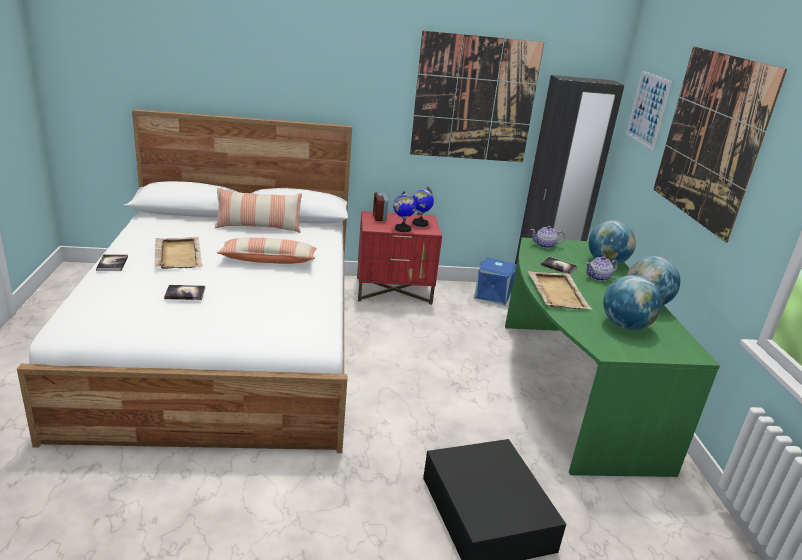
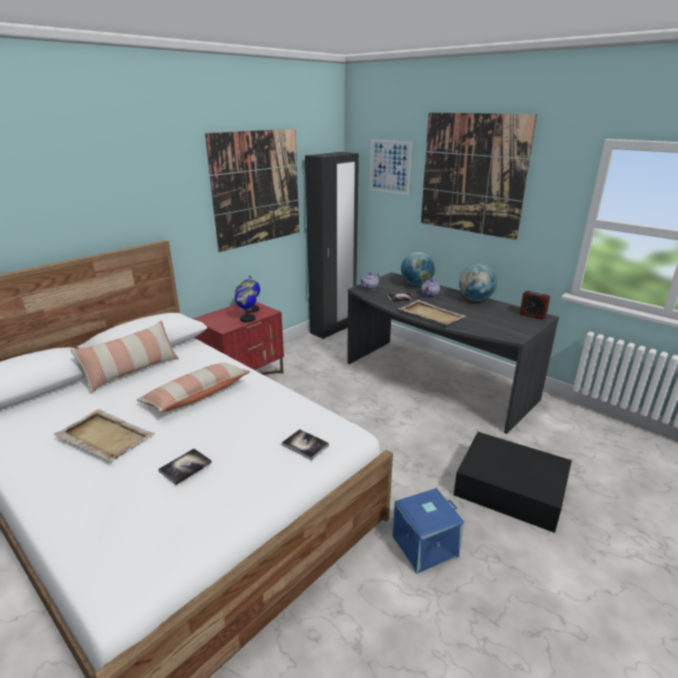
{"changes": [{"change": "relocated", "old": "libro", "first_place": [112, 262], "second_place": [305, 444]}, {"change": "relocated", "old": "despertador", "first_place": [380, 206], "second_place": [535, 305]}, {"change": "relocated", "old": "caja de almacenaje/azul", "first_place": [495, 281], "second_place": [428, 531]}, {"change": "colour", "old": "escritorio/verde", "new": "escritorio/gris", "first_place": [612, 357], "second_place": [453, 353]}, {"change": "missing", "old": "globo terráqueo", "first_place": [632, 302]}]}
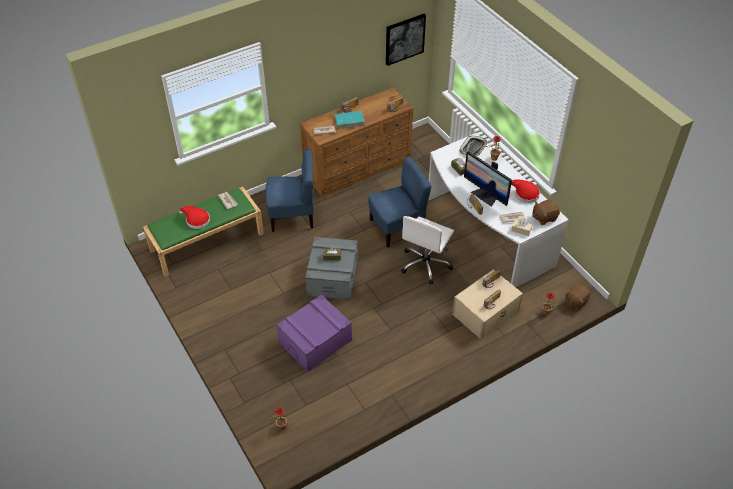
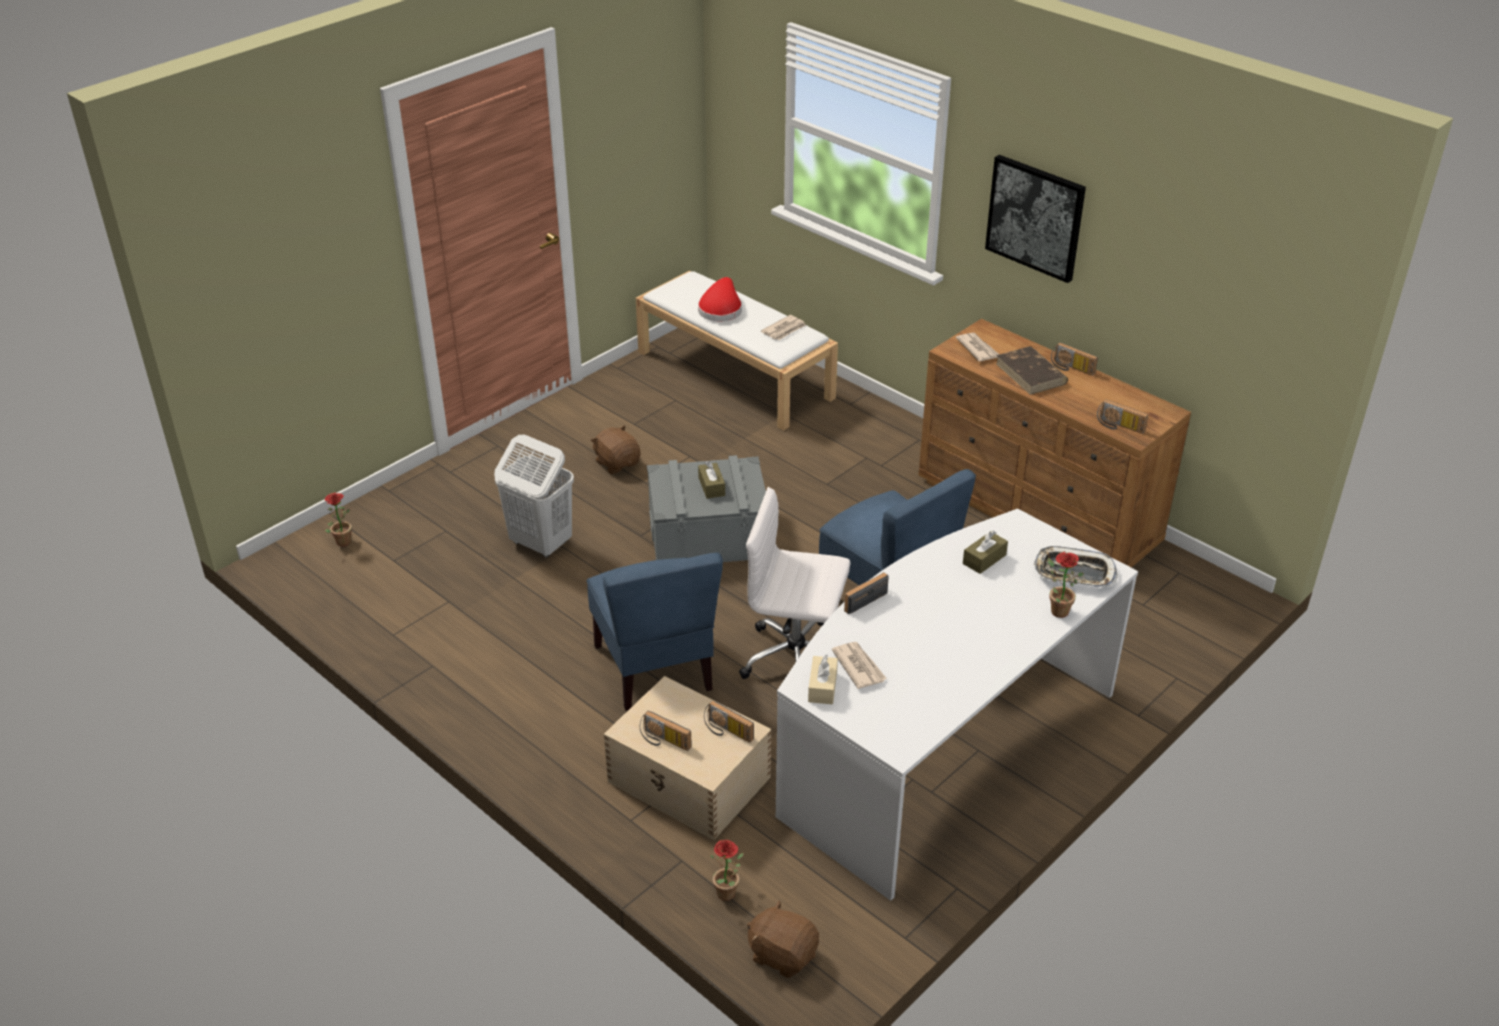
{"changes": [{"change": "colour", "old": "banco/verde", "new": "banco/blanco", "first_place": [203, 231], "second_place": [737, 351]}, {"change": "relocated", "old": "silla/azul", "first_place": [289, 190], "second_place": [654, 631]}, {"change": "exchanged", "old": "caja de almacenaje/morado", "new": "cesto de la ropa/blanco", "first_place": [314, 333], "second_place": [534, 496]}, {"change": "colour", "old": "libro/turquesa", "new": "libro/marrón", "first_place": [349, 120], "second_place": [1031, 370]}, {"change": "relocated", "old": "cuadro", "first_place": [406, 40], "second_place": [1035, 219]}, {"change": "missing", "old": "monitor", "first_place": [488, 179]}, {"change": "missing", "old": "sombrero/rojo", "first_place": [525, 191]}, {"change": "relocated", "old": "peluche/marrón", "first_place": [546, 212], "second_place": [616, 449]}]}
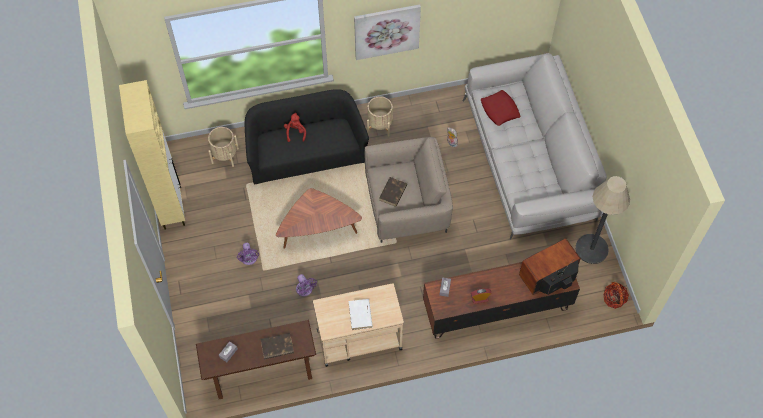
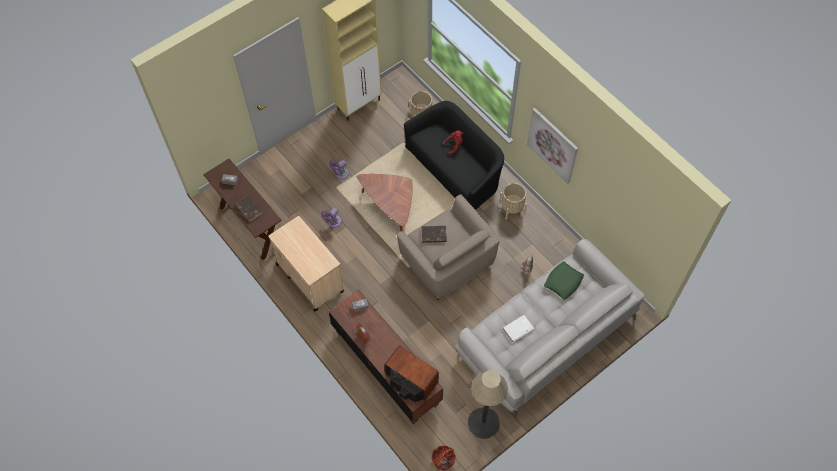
{"changes": [{"change": "relocated", "old": "libro/blanco", "first_place": [361, 314], "second_place": [519, 329]}, {"change": "colour", "old": "cojín/rojo", "new": "cojín/verde", "first_place": [501, 108], "second_place": [564, 280]}]}
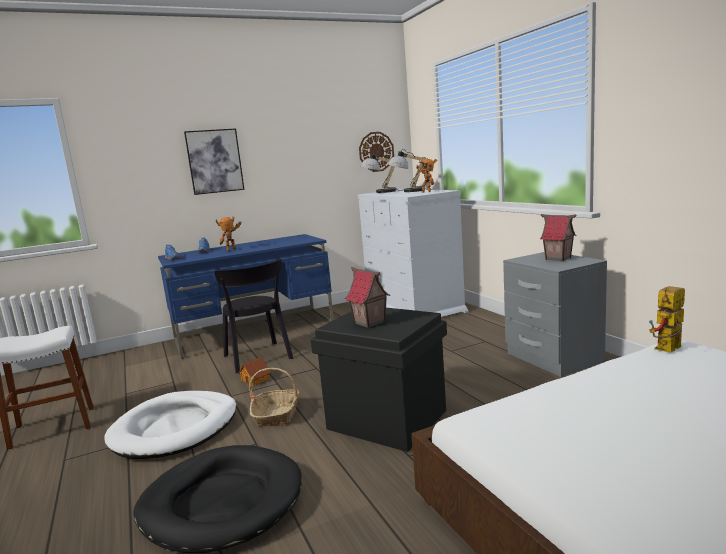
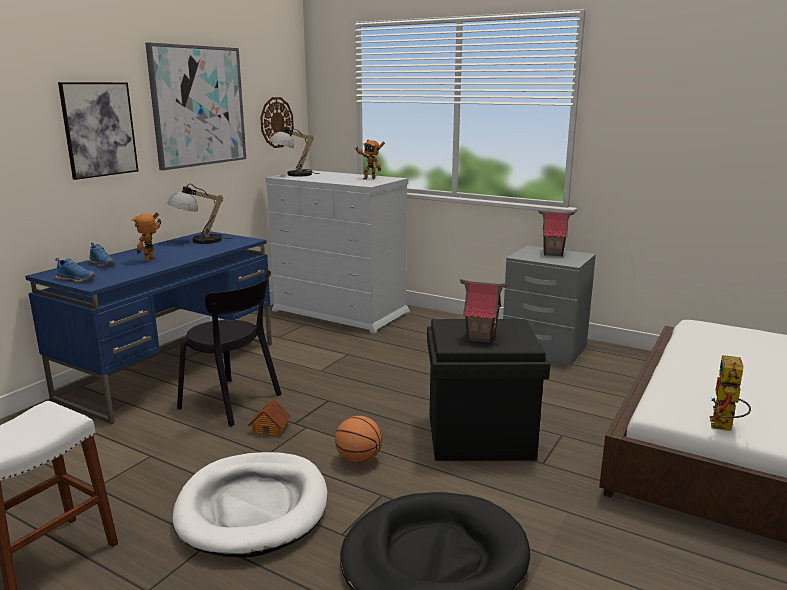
{"changes": [{"change": "exchanged", "old": "cesta", "new": "balón de baloncesto", "first_place": [274, 397], "second_place": [358, 439]}, {"change": "relocated", "old": "lámpara de mesa", "first_place": [410, 170], "second_place": [200, 214]}, {"change": "relocated", "old": "robot de juguete", "first_place": [667, 319], "second_place": [730, 393]}, {"change": "appeared", "new": "cuadro", "second_place": [195, 106]}]}
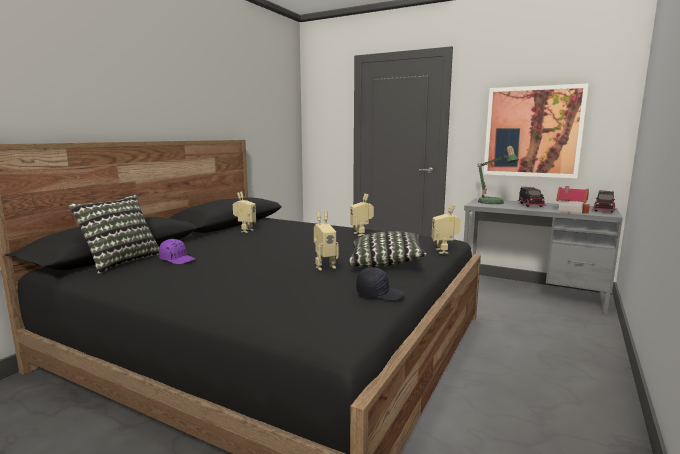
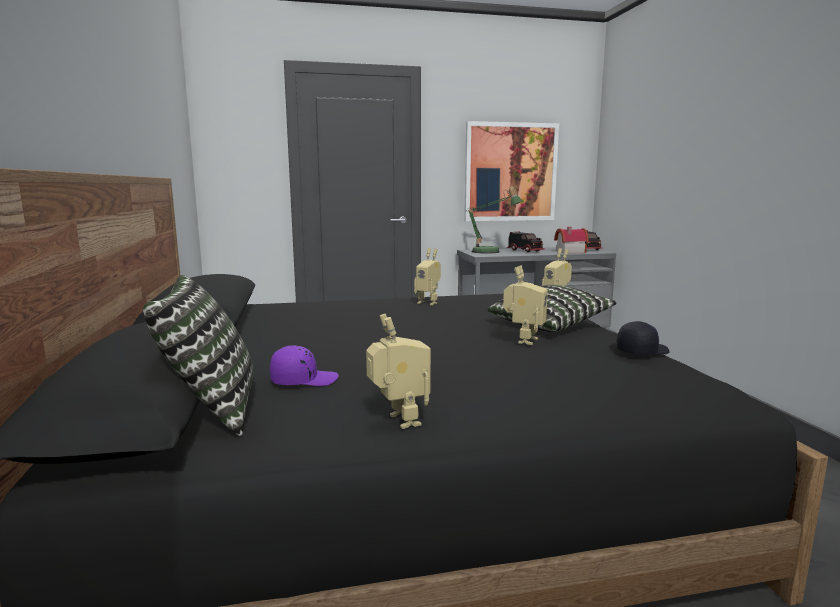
{"changes": [{"change": "relocated", "old": "robot de juguete", "first_place": [244, 212], "second_place": [398, 371]}]}
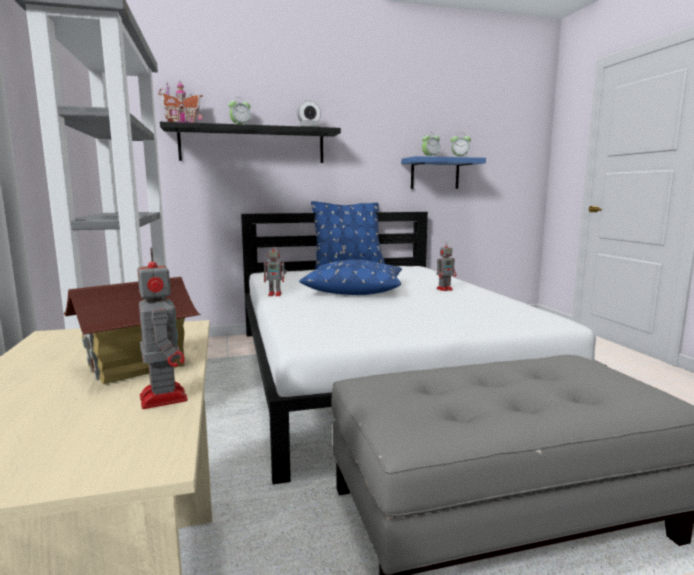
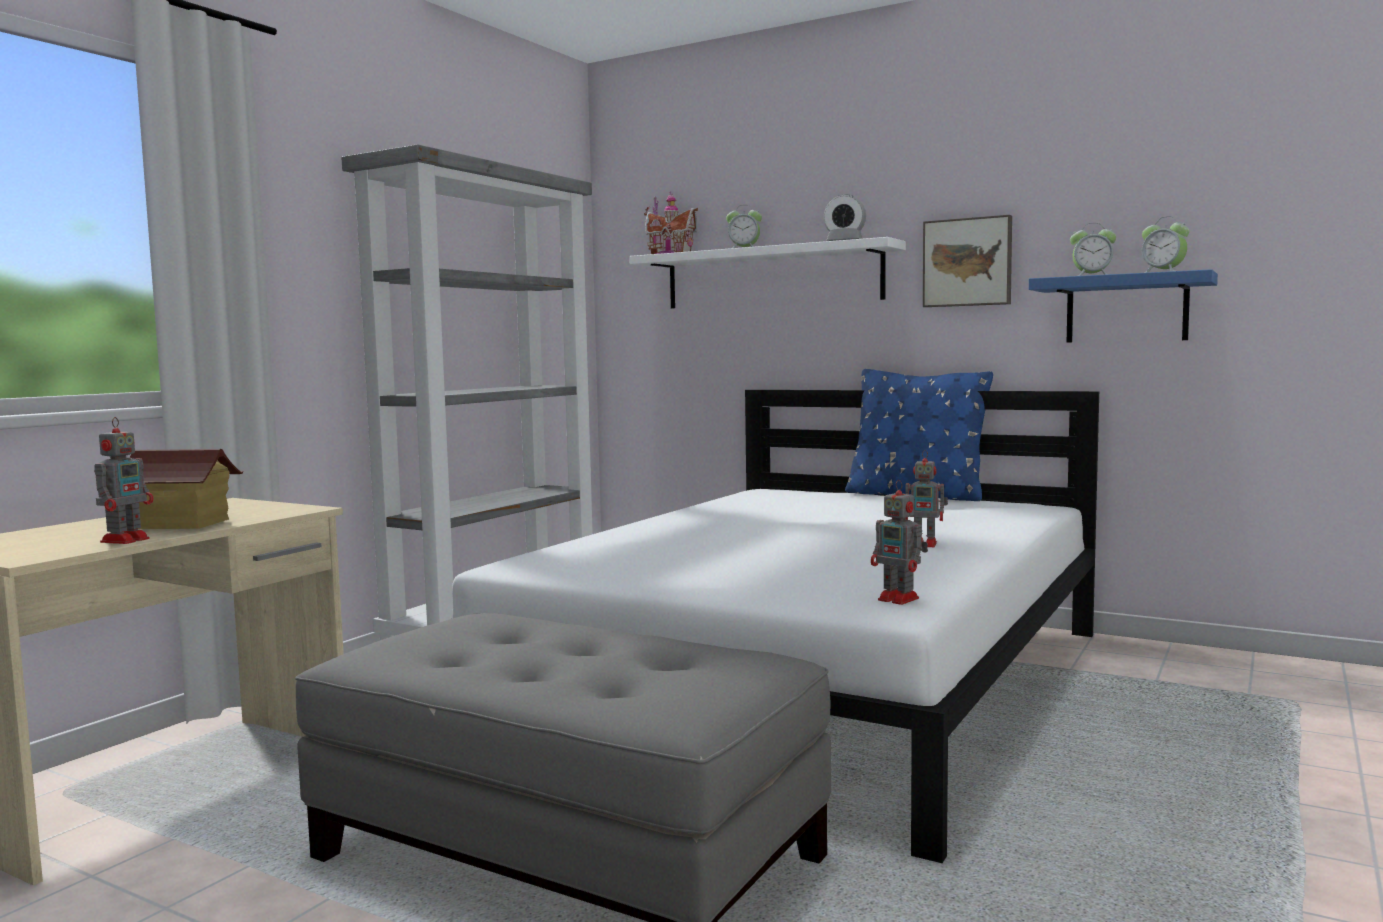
{"changes": [{"change": "colour", "old": "estante/negro", "new": "estante/blanco", "first_place": [250, 142], "second_place": [767, 272]}, {"change": "relocated", "old": "robot de juguete", "first_place": [275, 270], "second_place": [899, 542]}, {"change": "missing", "old": "cojín/azul", "first_place": [350, 277]}, {"change": "appeared", "new": "cuadro", "second_place": [967, 261]}]}
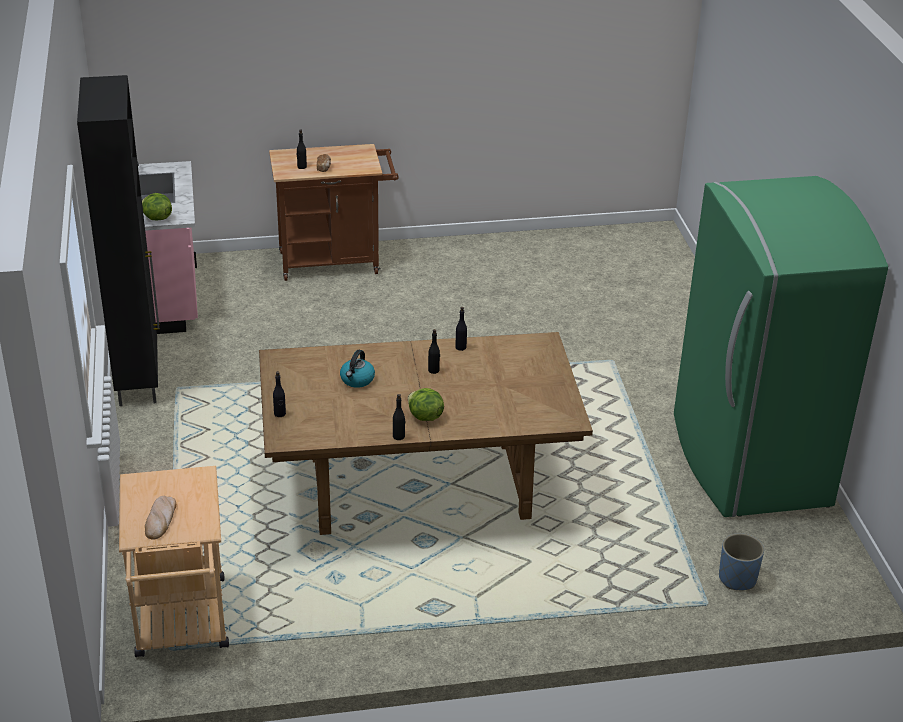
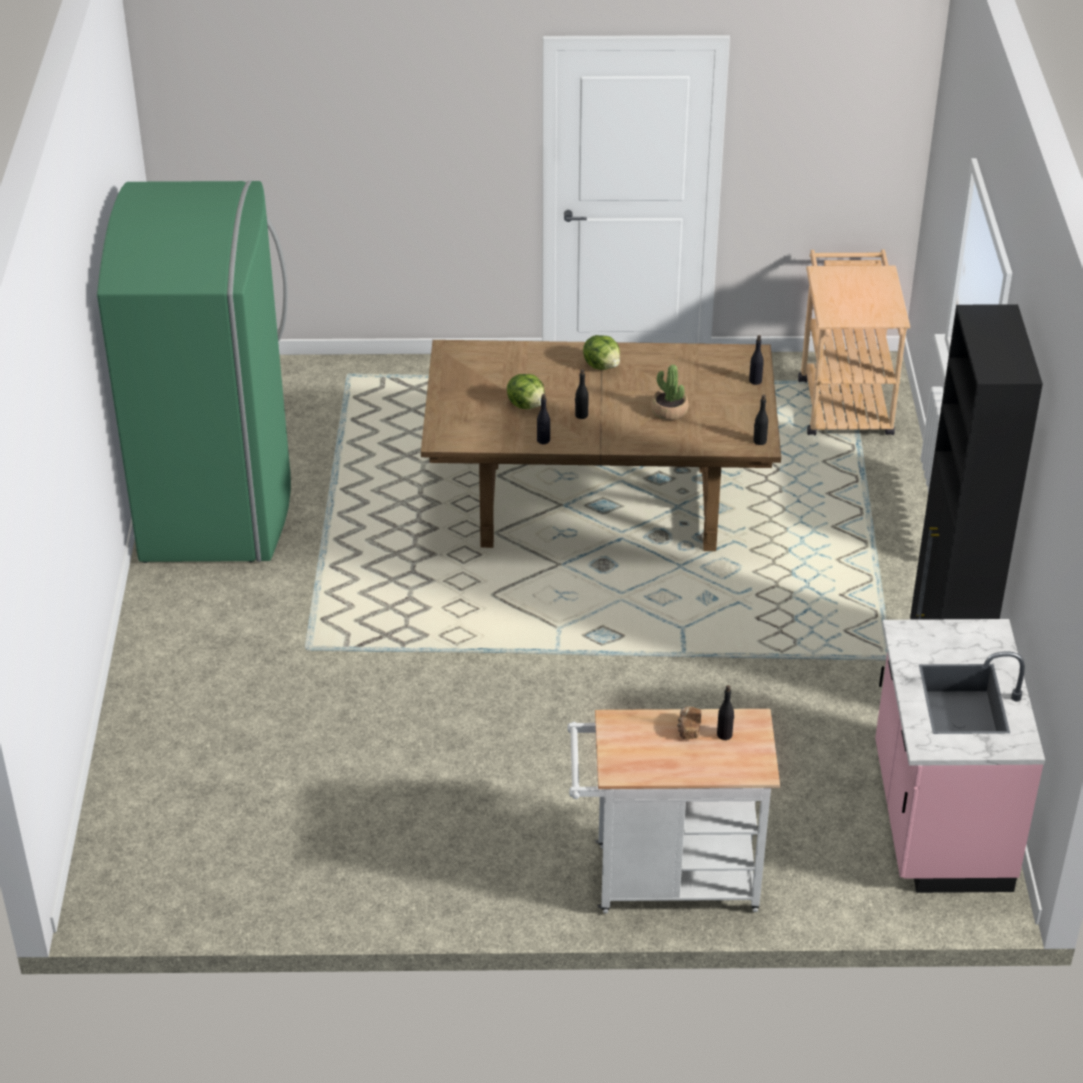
{"changes": [{"change": "relocated", "old": "lechuga", "first_place": [157, 206], "second_place": [526, 391]}, {"change": "missing", "old": "pan", "first_place": [160, 518]}, {"change": "colour", "old": "carrito/marrón", "new": "carrito/blanco", "first_place": [334, 212], "second_place": [673, 811]}, {"change": "exchanged", "old": "hervidor", "new": "planta en maceta", "first_place": [357, 369], "second_place": [670, 392]}, {"change": "relocated", "old": "botella/negro", "first_place": [399, 417], "second_place": [760, 420]}, {"change": "missing", "old": "maceta/azul", "first_place": [741, 561]}]}
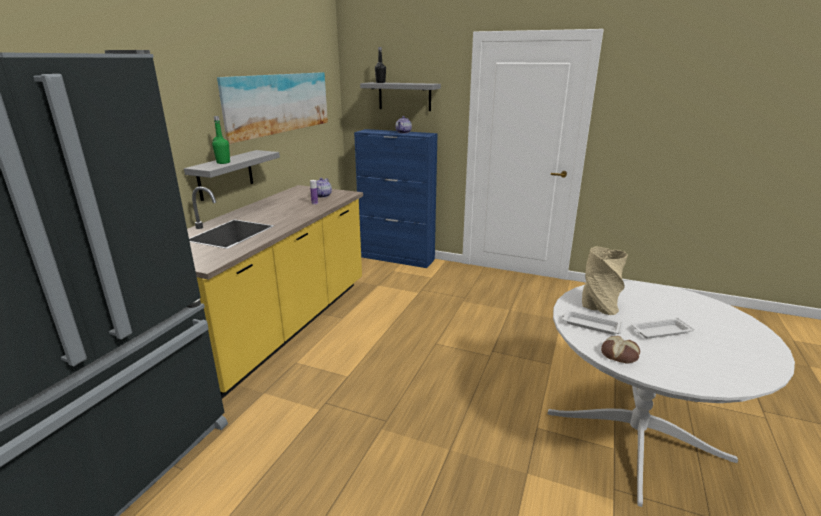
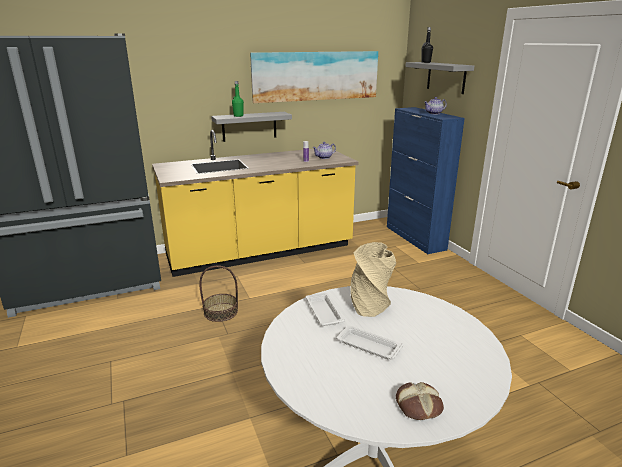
{"changes": [{"change": "relocated", "old": "pan", "first_place": [620, 350], "second_place": [420, 401]}, {"change": "appeared", "new": "cesta", "second_place": [218, 294]}]}
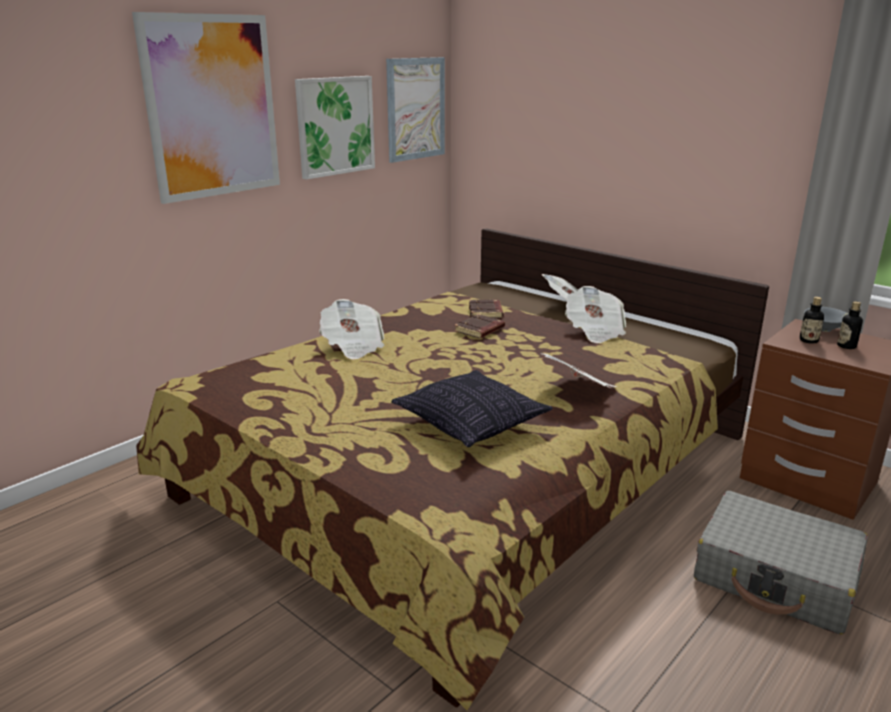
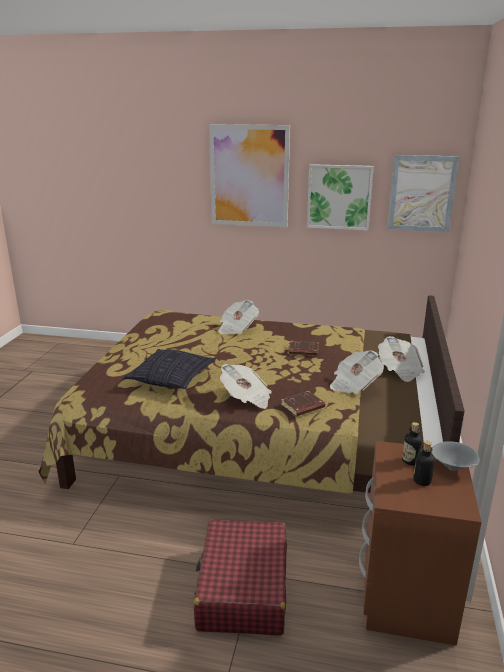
{"changes": [{"change": "relocated", "old": "libro/marrón", "first_place": [486, 308], "second_place": [303, 403]}, {"change": "colour", "old": "maleta/gris", "new": "maleta/rojo", "first_place": [781, 562], "second_place": [240, 577]}]}
